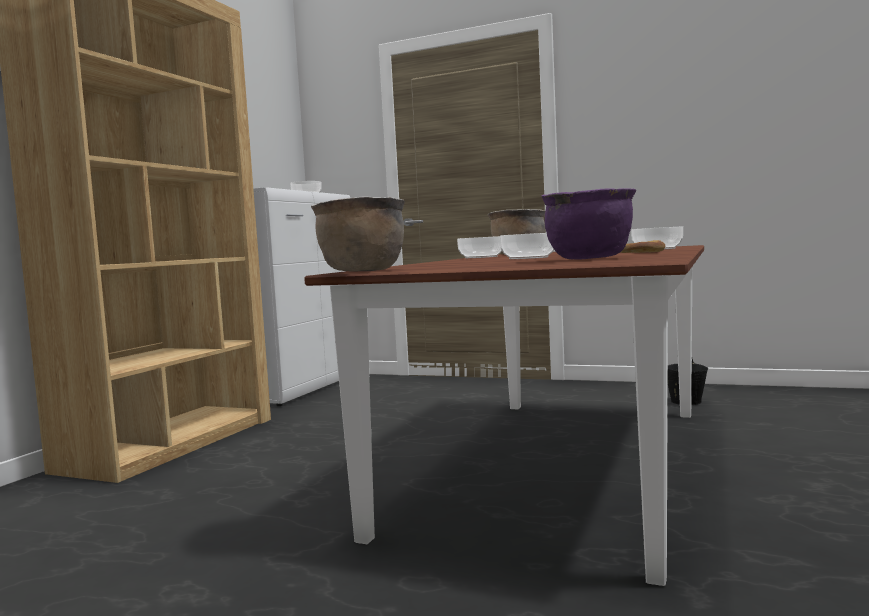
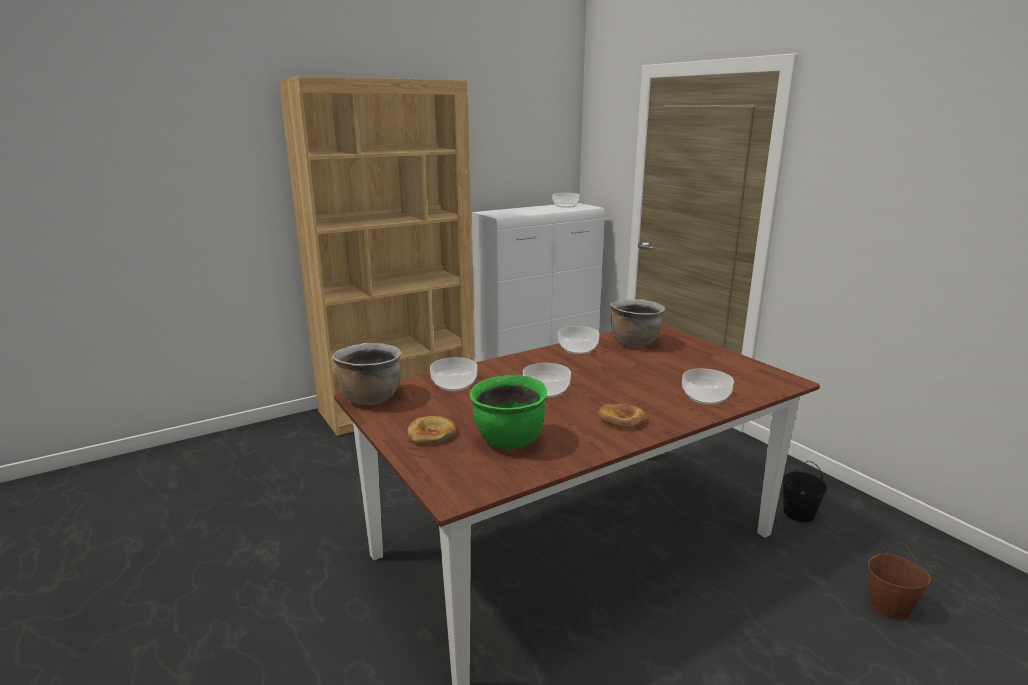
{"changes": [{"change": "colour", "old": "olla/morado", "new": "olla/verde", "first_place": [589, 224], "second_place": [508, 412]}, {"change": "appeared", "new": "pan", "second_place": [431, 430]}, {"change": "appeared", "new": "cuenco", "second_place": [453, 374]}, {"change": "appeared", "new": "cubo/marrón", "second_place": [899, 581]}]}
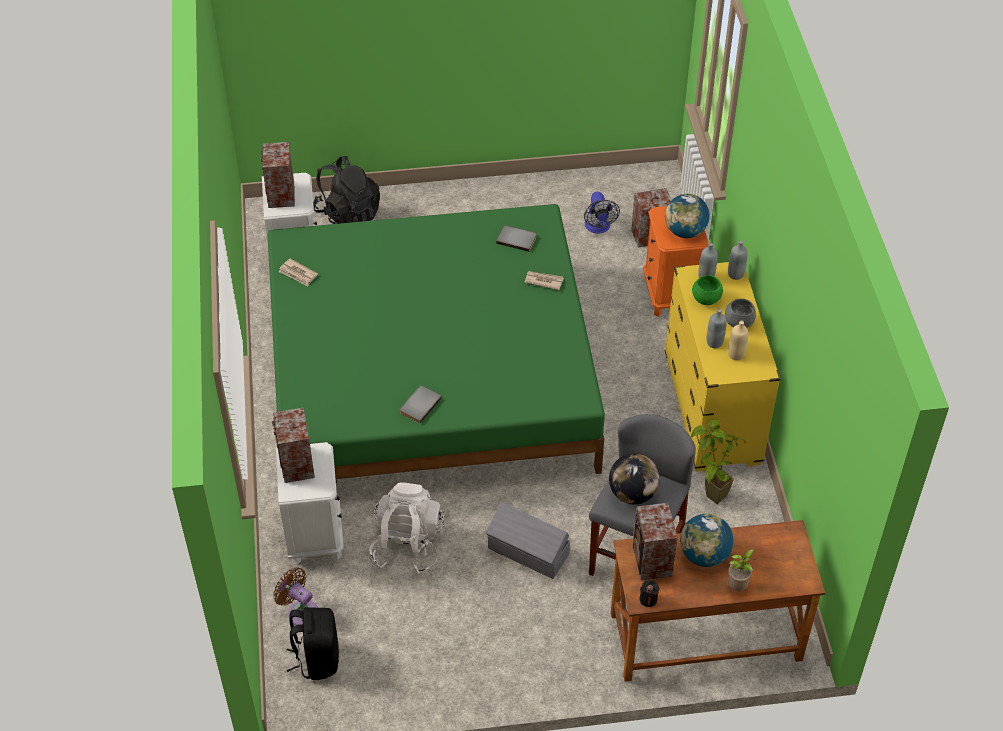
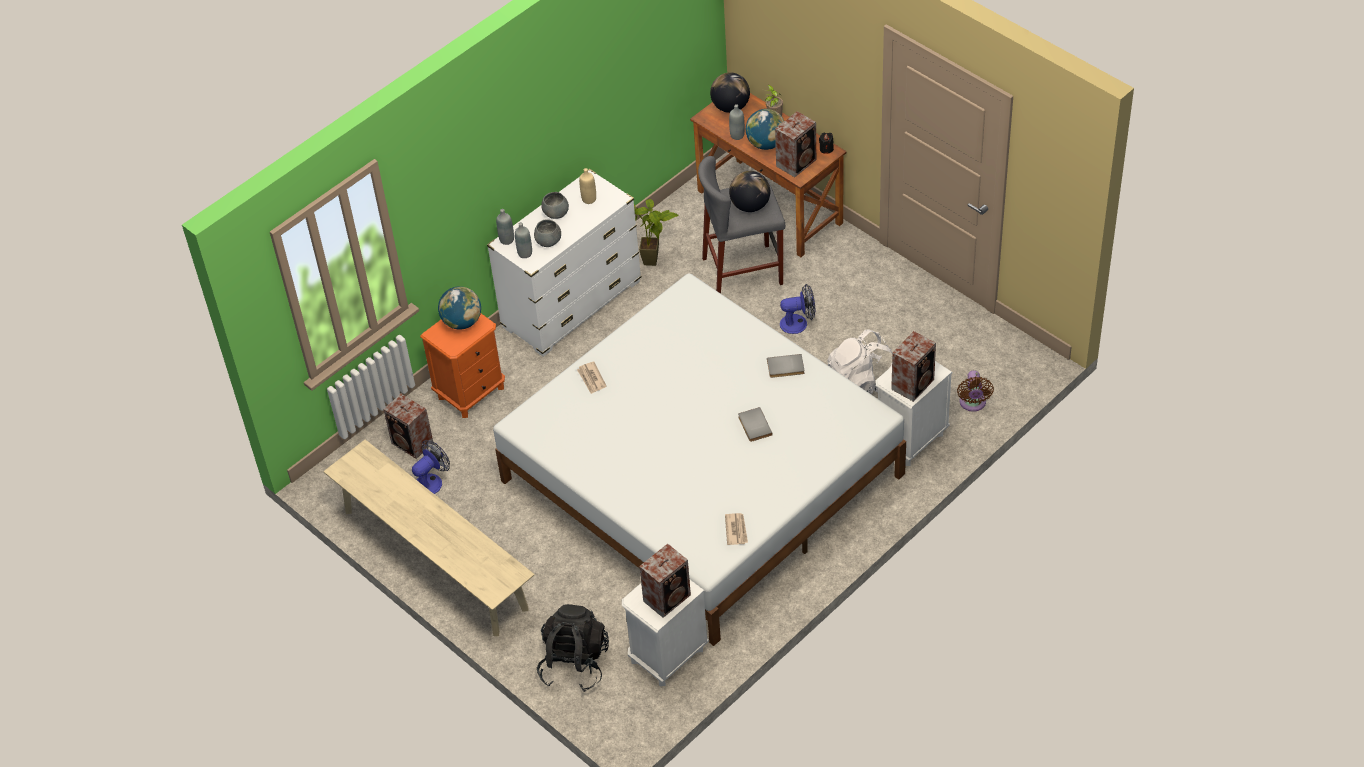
{"changes": [{"change": "colour", "old": "cama/verde", "new": "cama/blanco", "first_place": [436, 341], "second_place": [699, 459]}, {"change": "missing", "old": "mochila/negro", "first_place": [313, 643]}, {"change": "exchanged", "old": "caja de almacenaje/gris", "new": "ventilador", "first_place": [528, 540], "second_place": [797, 309]}, {"change": "relocated", "old": "libro/gris", "first_place": [516, 239], "second_place": [755, 424]}, {"change": "colour", "old": "cómoda/amarillo", "new": "cómoda/blanco", "first_place": [723, 367], "second_place": [564, 263]}, {"change": "colour", "old": "cuenco/verde", "new": "cuenco/gris", "first_place": [707, 290], "second_place": [547, 233]}, {"change": "relocated", "old": "botella/gris", "first_place": [716, 328], "second_place": [737, 122]}, {"change": "appeared", "new": "banco/beis", "second_place": [429, 537]}, {"change": "appeared", "new": "globo terráqueo", "second_place": [730, 93]}]}
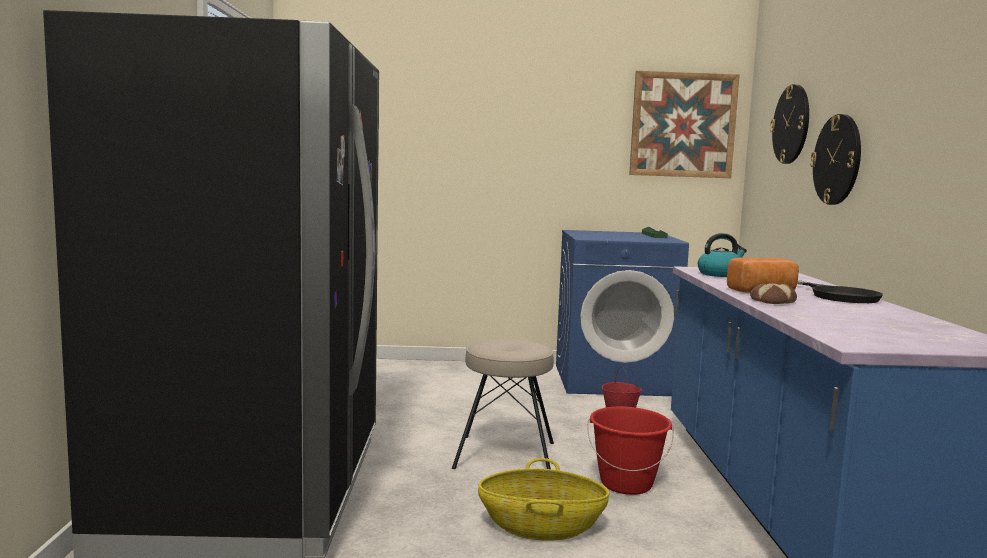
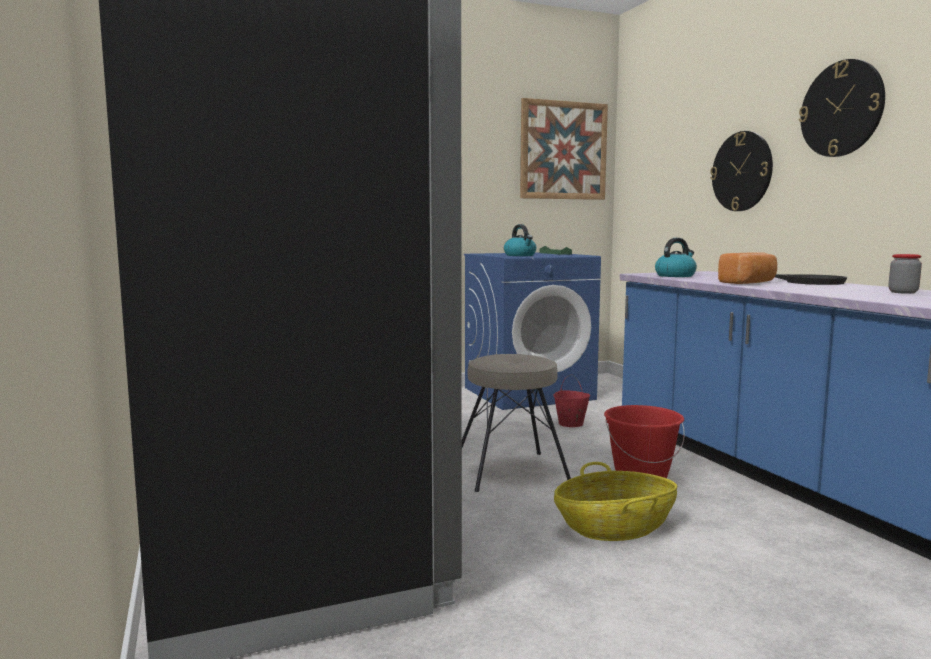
{"changes": [{"change": "missing", "old": "pan", "first_place": [773, 293]}, {"change": "relocated", "old": "reloj de pared", "first_place": [789, 124], "second_place": [842, 108]}, {"change": "appeared", "new": "hervidor", "second_place": [520, 240]}, {"change": "appeared", "new": "tarro", "second_place": [905, 274]}]}
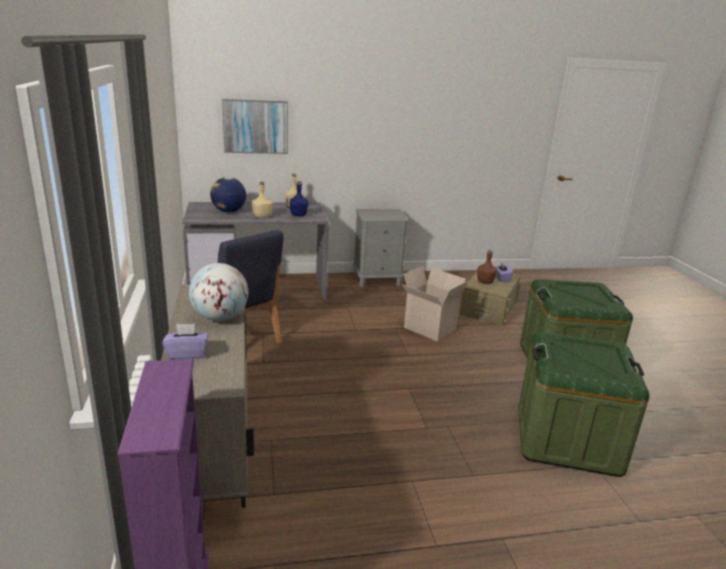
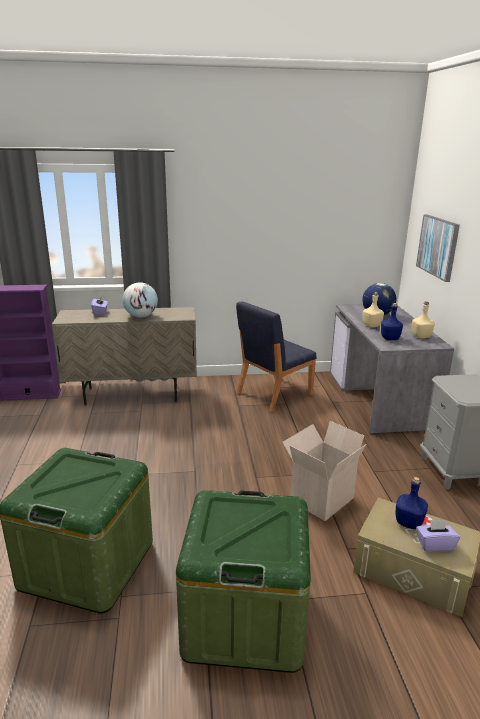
{"changes": [{"change": "colour", "old": "botella/marrón", "new": "botella/azul", "first_place": [487, 267], "second_place": [412, 503]}]}
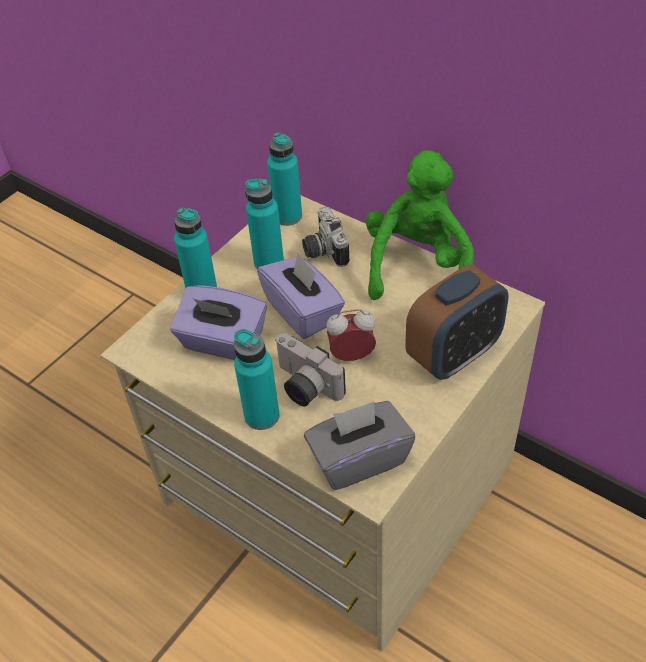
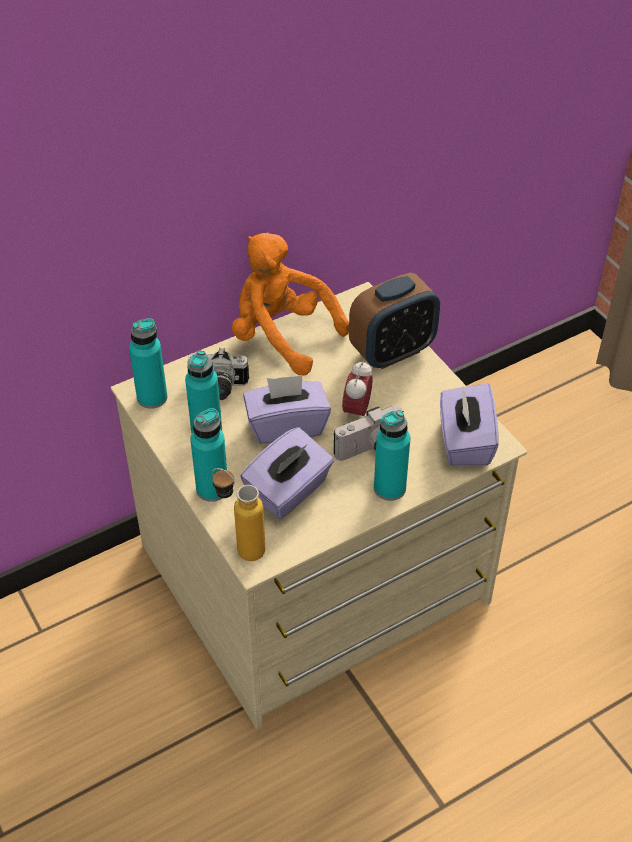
{"changes": [{"change": "colour", "old": "caja de pañuelos/gris", "new": "caja de pañuelos/morado", "first_place": [359, 445], "second_place": [469, 424]}, {"change": "colour", "old": "peluche/verde", "new": "peluche/naranja", "first_place": [420, 225], "second_place": [290, 304]}, {"change": "spun", "old": "despertador", "first_place": [457, 322], "second_place": [394, 321], "degrees": 75}, {"change": "appeared", "new": "botella", "second_place": [238, 514]}]}
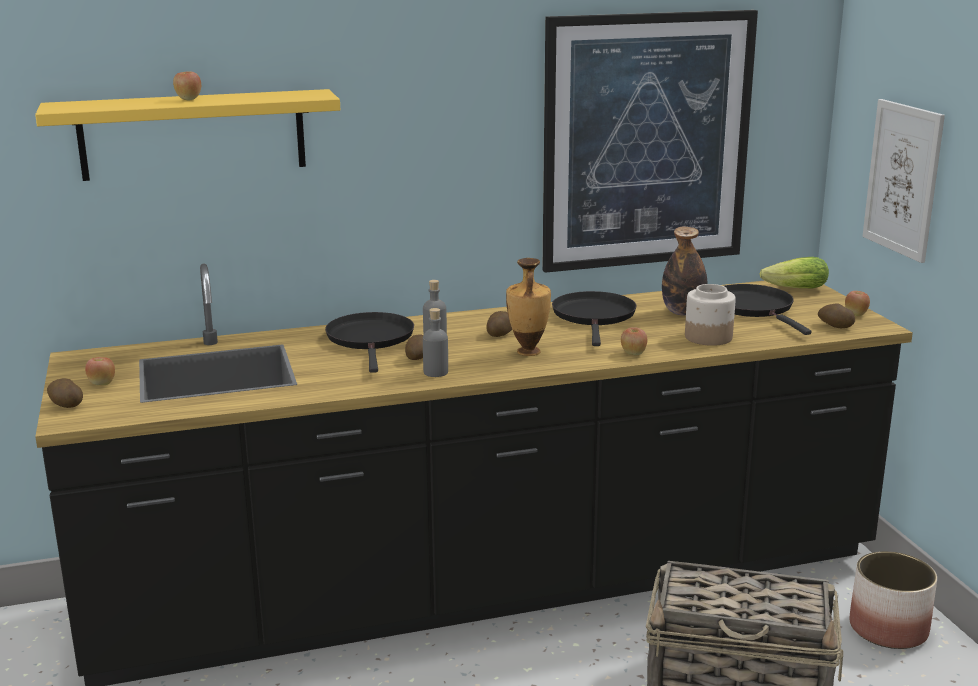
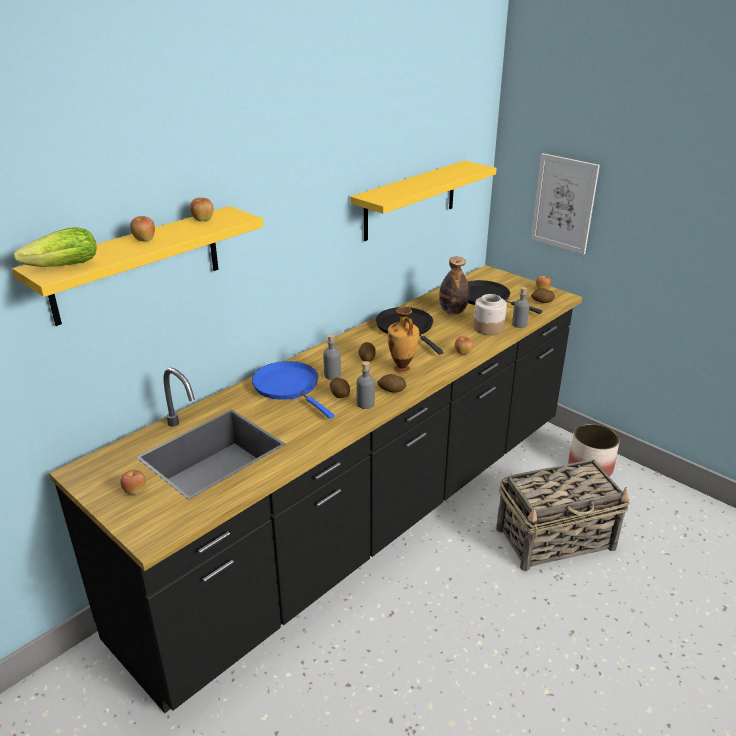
{"changes": [{"change": "relocated", "old": "patata", "first_place": [65, 393], "second_place": [391, 383]}, {"change": "colour", "old": "sartén/negro", "new": "sartén/azul", "first_place": [369, 342], "second_place": [293, 390]}, {"change": "exchanged", "old": "cuadro", "new": "estante/amarillo", "first_place": [650, 141], "second_place": [423, 200]}, {"change": "relocated", "old": "lechuga", "first_place": [794, 273], "second_place": [54, 247]}, {"change": "appeared", "new": "manzana", "second_place": [201, 209]}, {"change": "appeared", "new": "botella/gris", "second_place": [521, 307]}]}
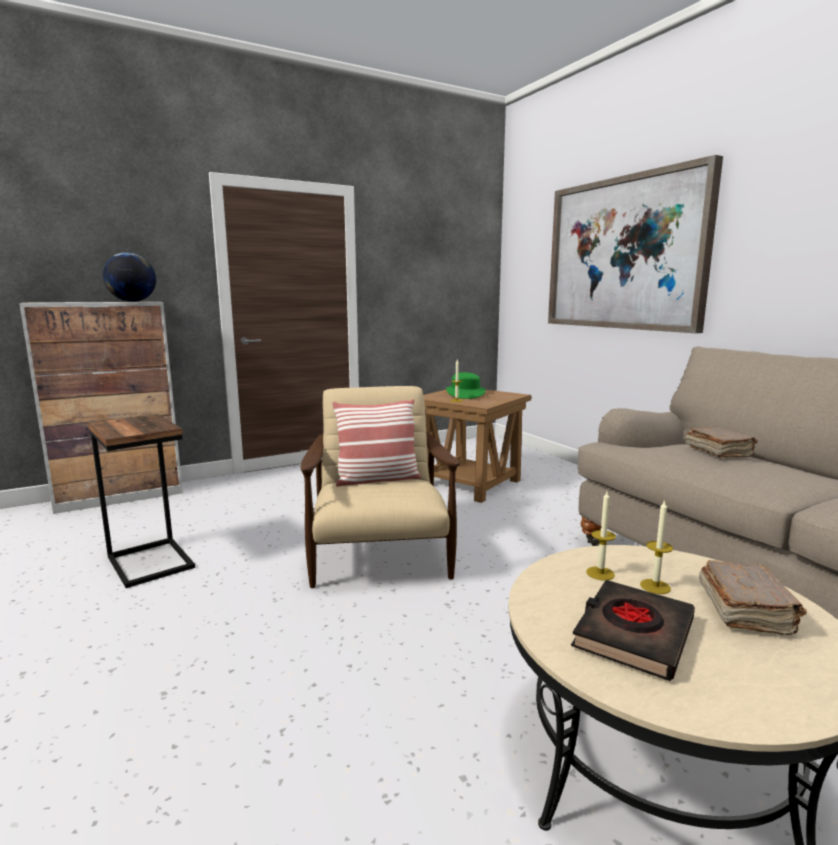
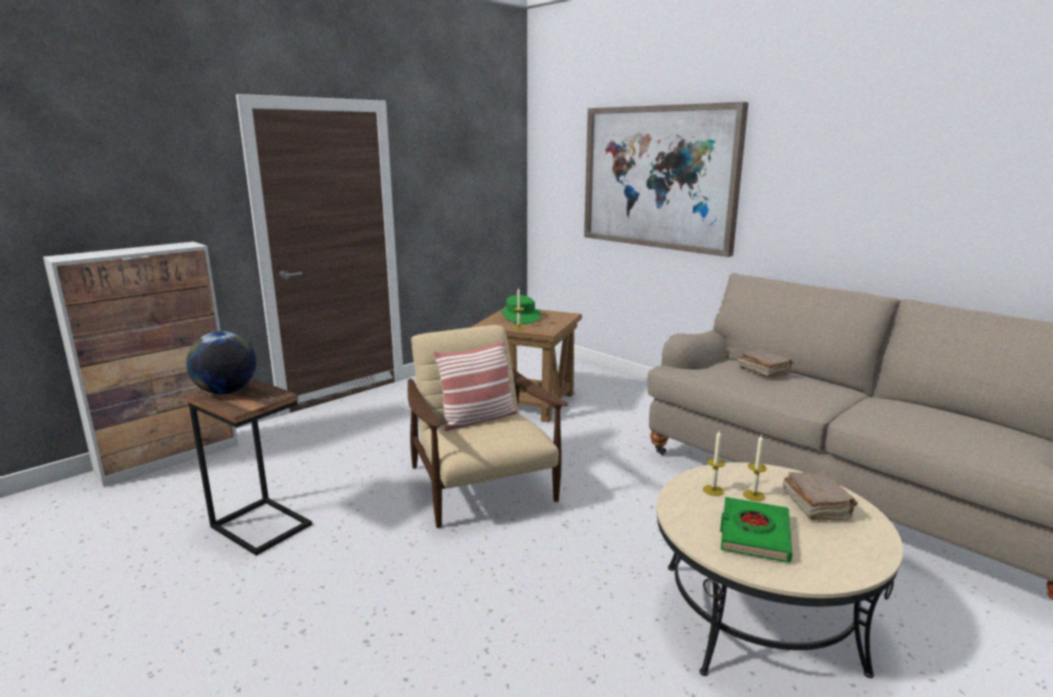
{"changes": [{"change": "relocated", "old": "globo terráqueo", "first_place": [129, 277], "second_place": [221, 362]}, {"change": "colour", "old": "libro/negro", "new": "libro/verde", "first_place": [633, 630], "second_place": [756, 530]}]}
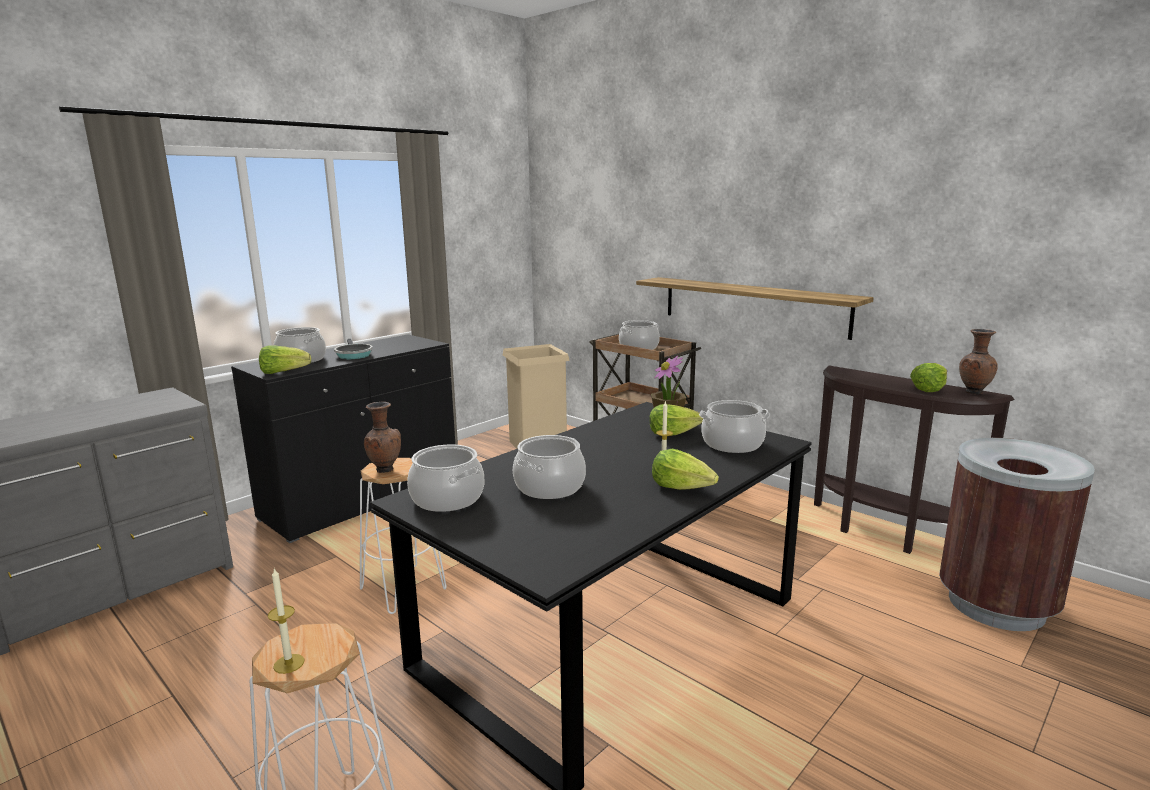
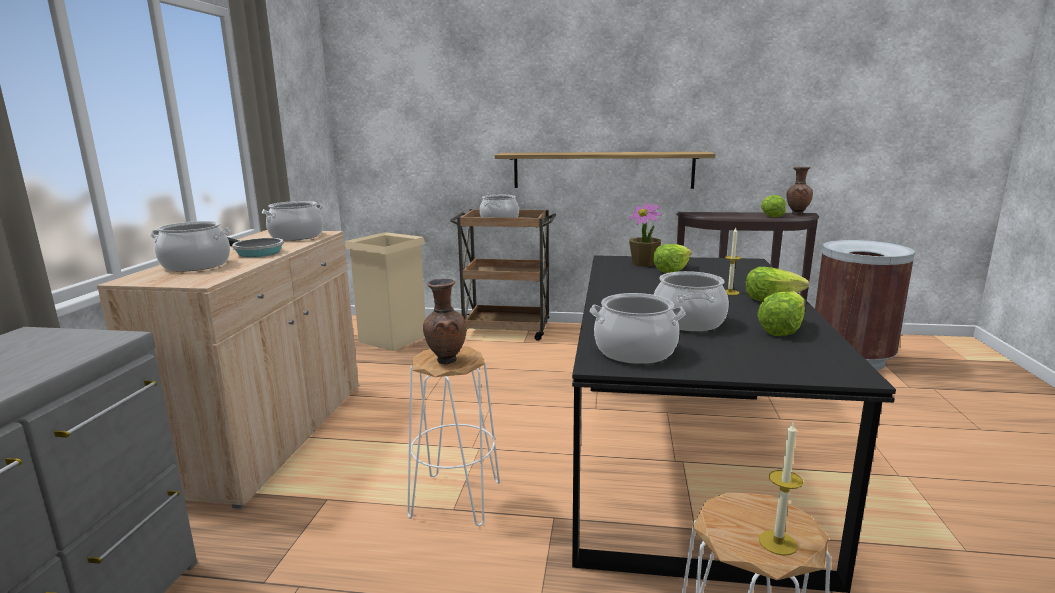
{"changes": [{"change": "colour", "old": "armario/negro", "new": "armario/beis", "first_place": [343, 438], "second_place": [228, 369]}, {"change": "relocated", "old": "lechuga", "first_place": [285, 359], "second_place": [781, 313]}, {"change": "relocated", "old": "olla", "first_place": [734, 426], "second_place": [293, 221]}]}
